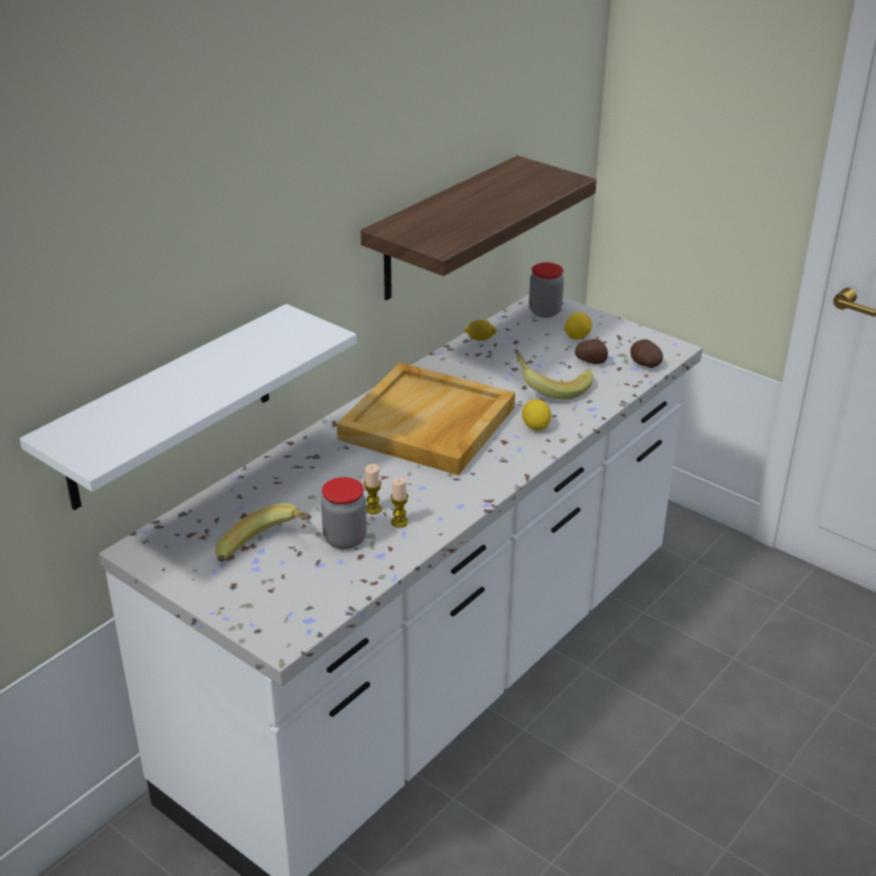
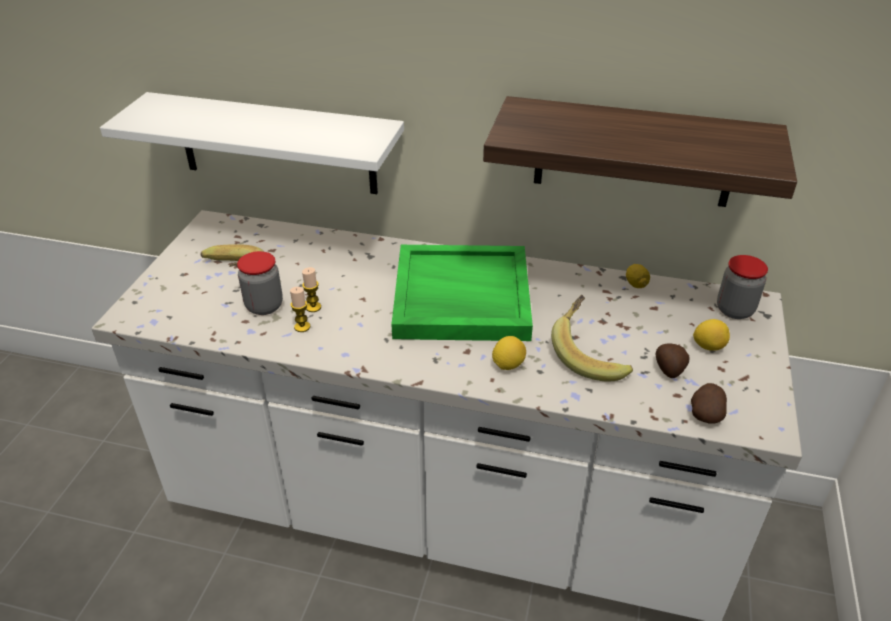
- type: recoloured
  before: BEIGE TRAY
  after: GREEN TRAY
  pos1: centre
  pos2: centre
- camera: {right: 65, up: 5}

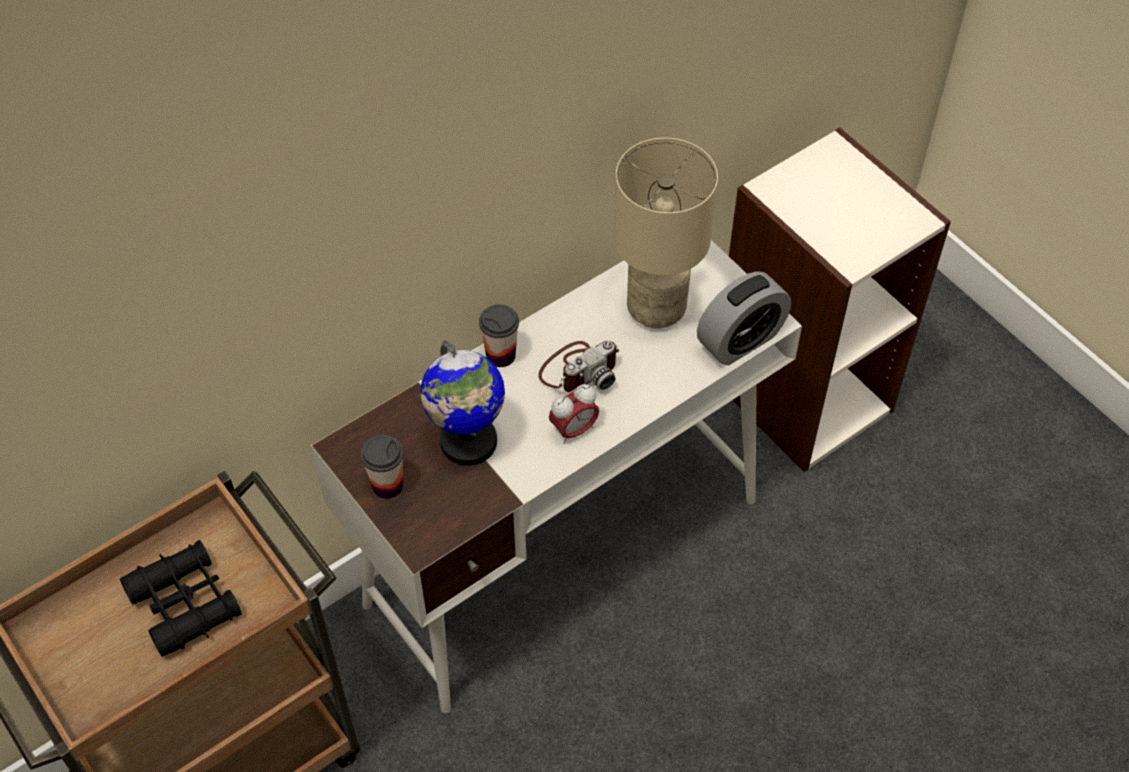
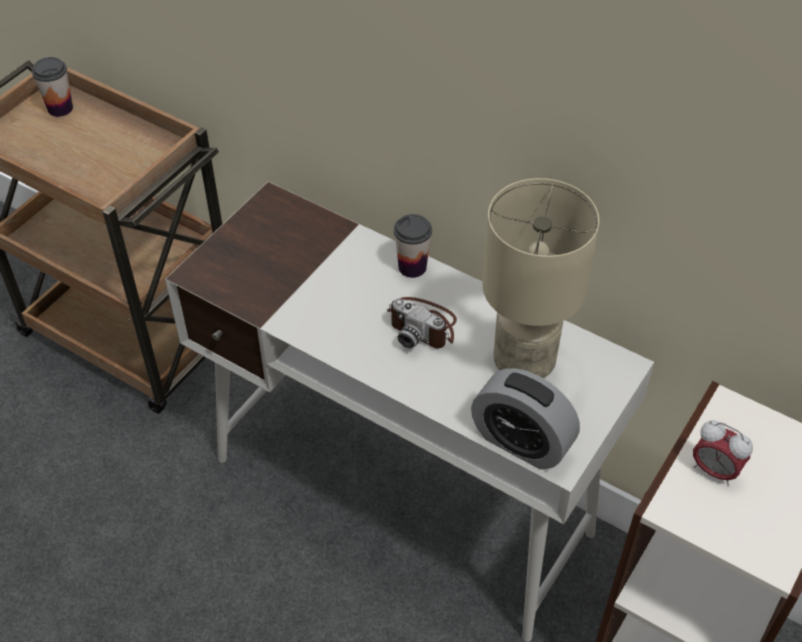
- type: removed
  before: BLACK BINOCULARS
  pos1: bottom left
- type: removed
  before: GLOBE
  pos1: centre
- type: moved
  before: CUP (1st from left)
  pos1: centre
  pos2: top left
- type: moved
  before: ALARM CLOCK (1st from left in the first image)
  after: ALARM CLOCK (2nd from left)
  pos1: centre
  pos2: bottom right
- camera: {right: 70, up: -5}

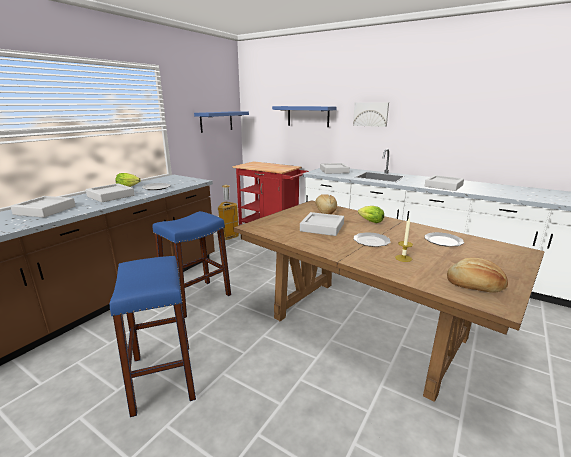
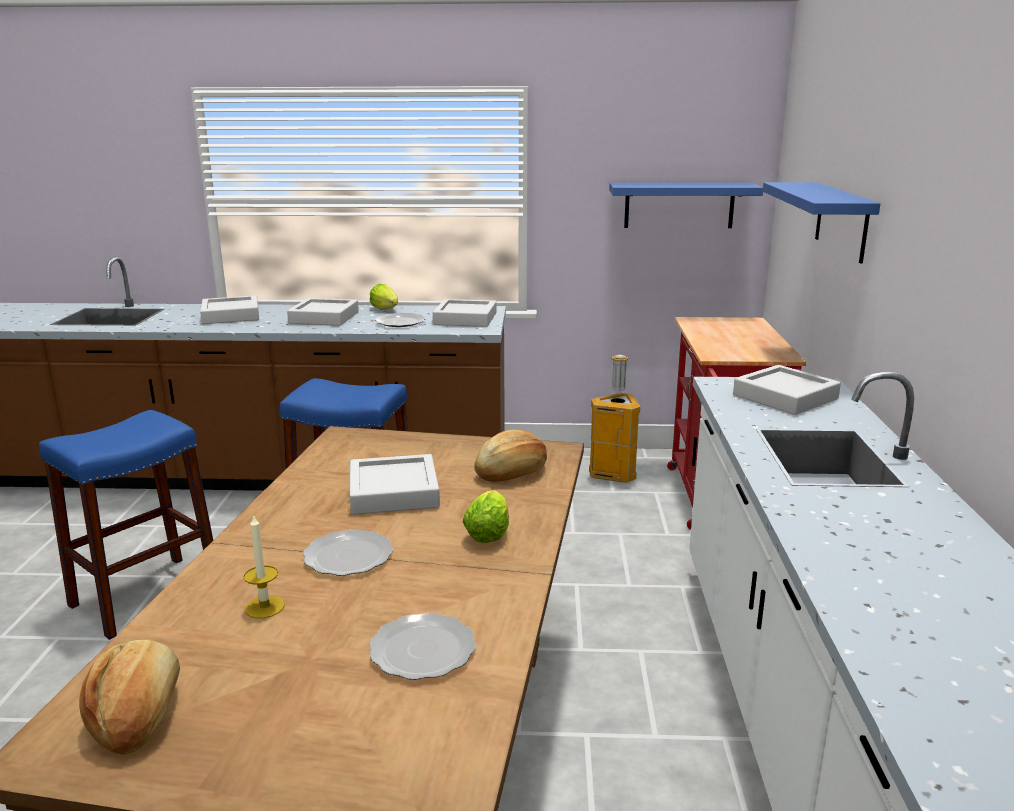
- type: removed
  before: PICTURE
  pos1: top centre
- type: moved
  before: GREY TRAY (5th from left in the first image)
  after: GREY TRAY (4th from left)
  pos1: middle right
  pos2: centre
- camera: {right: 60, up: 0}

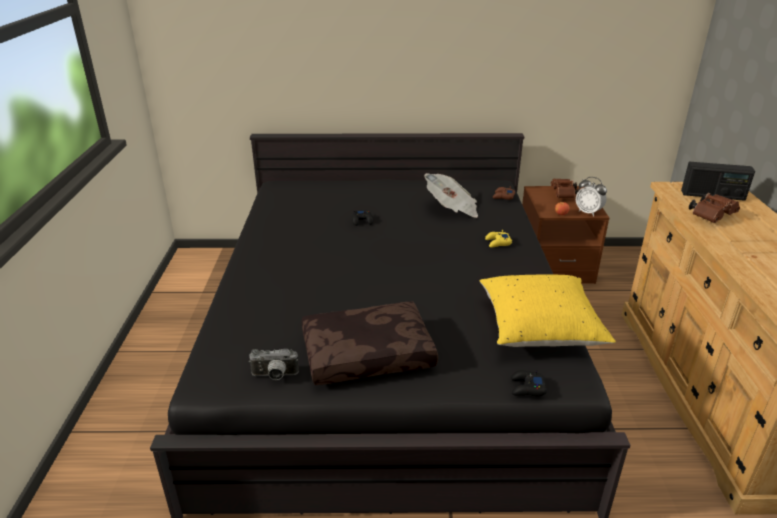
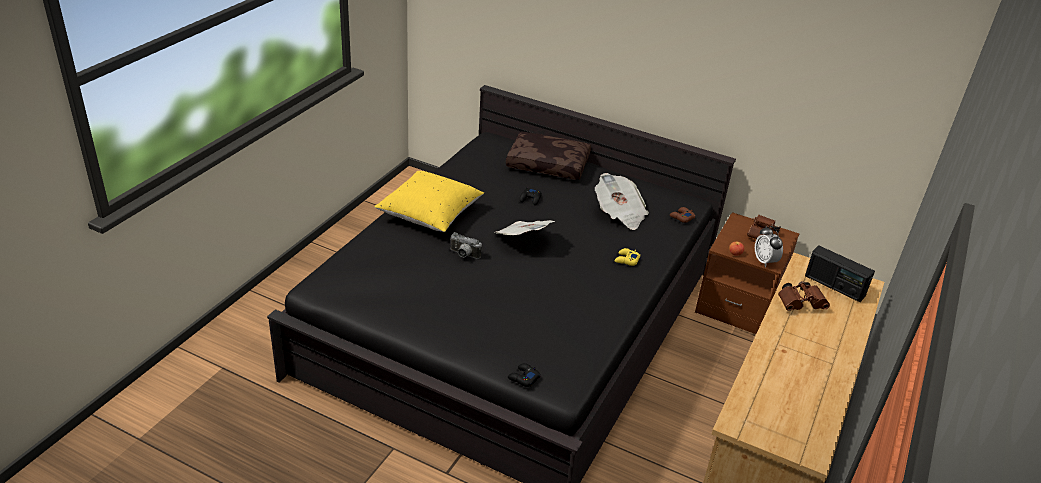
- type: added
  after: NEWSPAPER (1st from left)
  pos2: centre
- type: moved
  before: PHOTO CAMERA
  pos1: bottom centre
  pos2: centre
- type: moved
  before: BROWN PILLOW
  pos1: centre
  pos2: top centre
- type: moved
  before: YELLOW PILLOW
  pos1: middle right
  pos2: centre
- camera: {right: 25, up: 5}

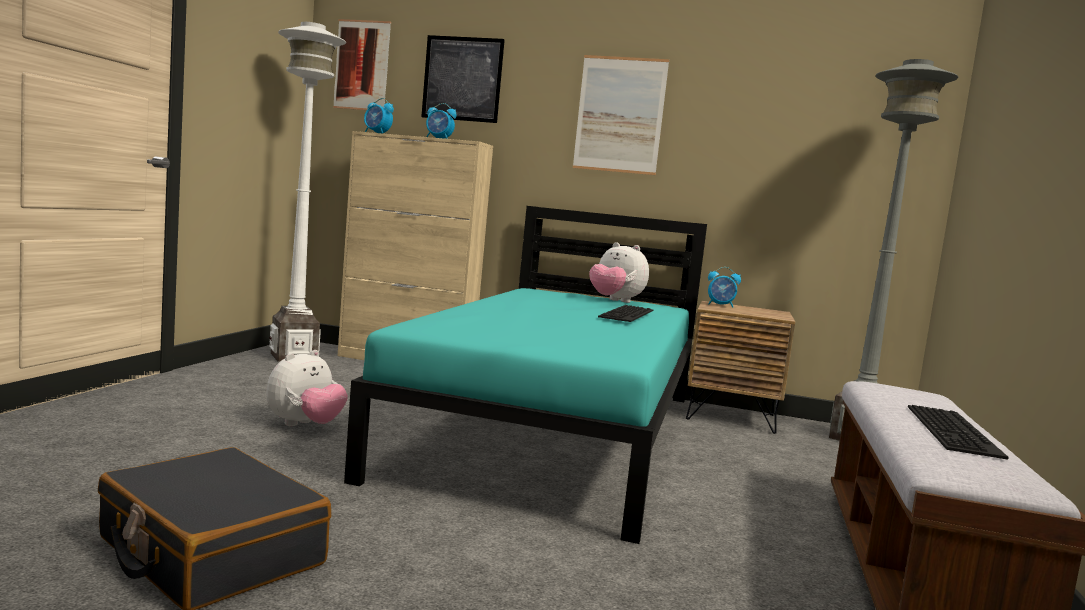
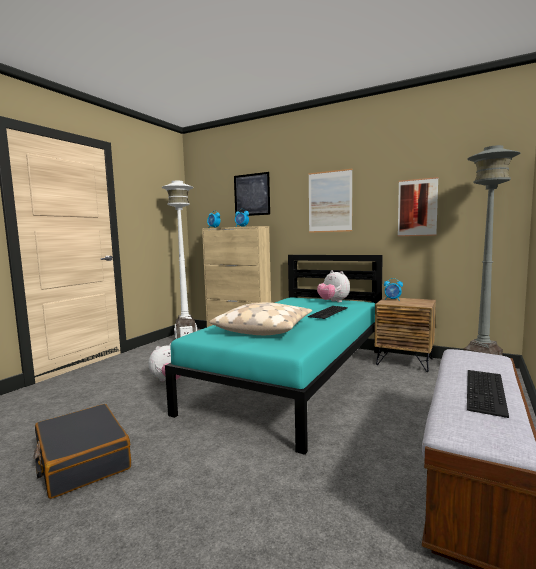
- type: added
  after: BEIGE PILLOW
  pos2: centre
- type: moved
  before: PICTURE (1st from left in the first image)
  after: PICTURE (3rd from left)
  pos1: top centre
  pos2: middle right
- camera: {right: 15, up: 0}

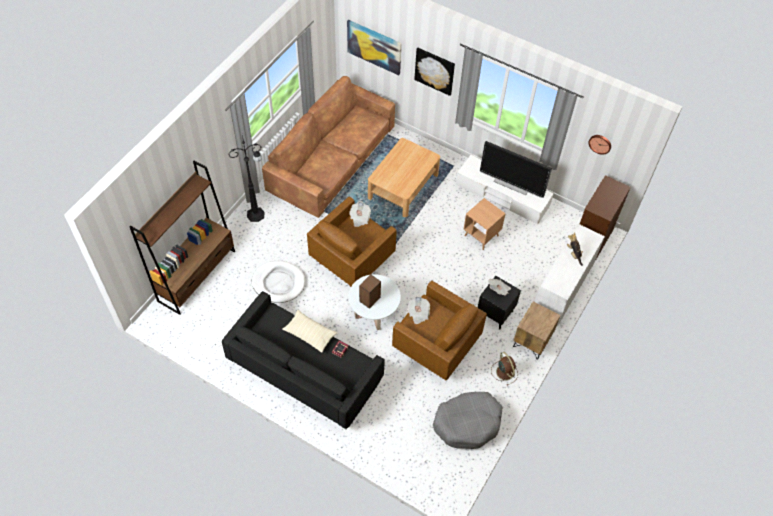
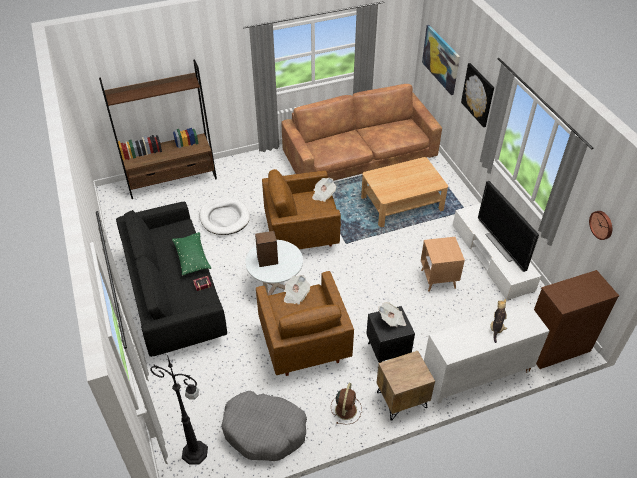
- type: moved
  before: BLACK FLOOR LAMP
  pos1: middle left
  pos2: bottom left
- type: recoloured
  before: BEIGE PILLOW
  after: GREEN PILLOW
  pos1: centre
  pos2: middle left
- camera: {right: 40, up: -10}

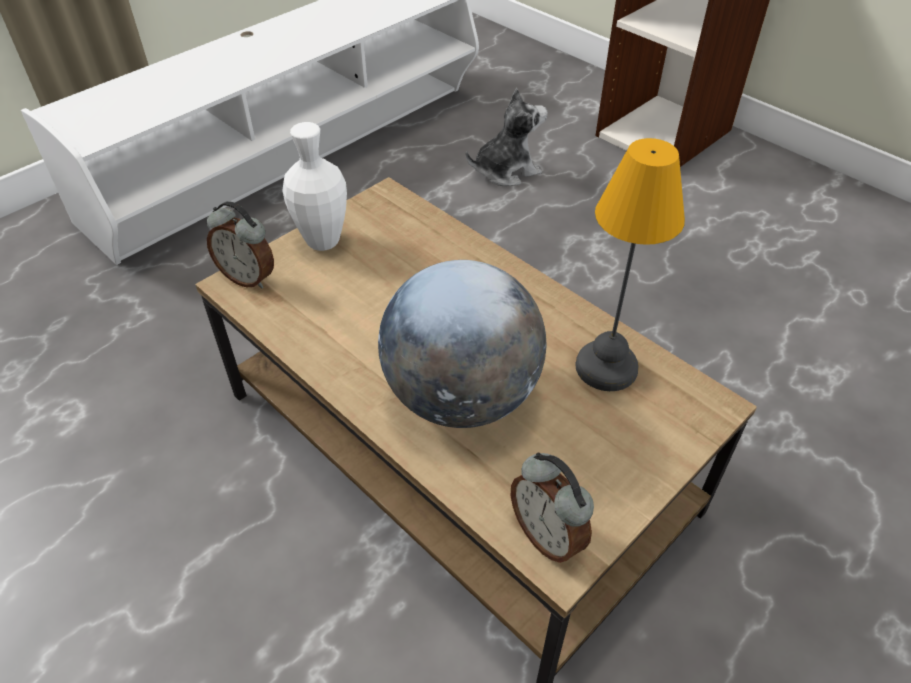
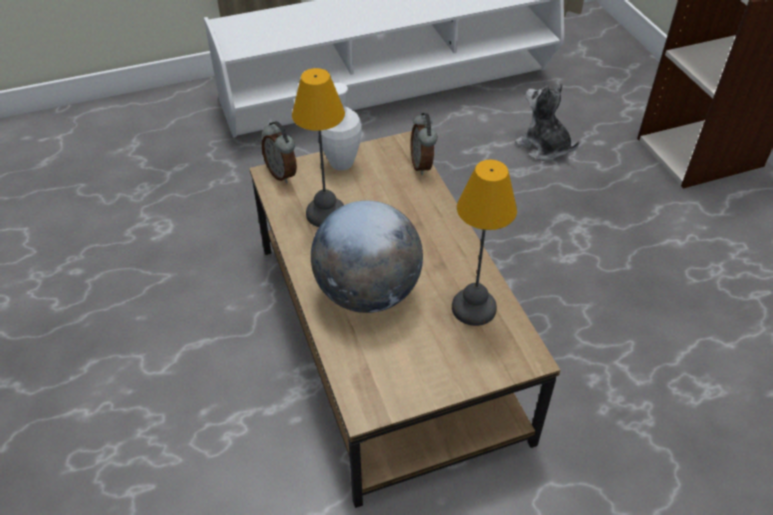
- type: added
  after: TABLE LAMP (1st from left)
  pos2: top centre
- type: moved
  before: ALARM CLOCK (2nd from left)
  pos1: bottom centre
  pos2: top centre
- type: turned
  before: PLUSH TOY
  pos1: top centre
  pos2: top right
  turn: -135
- camera: {right: 25, up: 0}

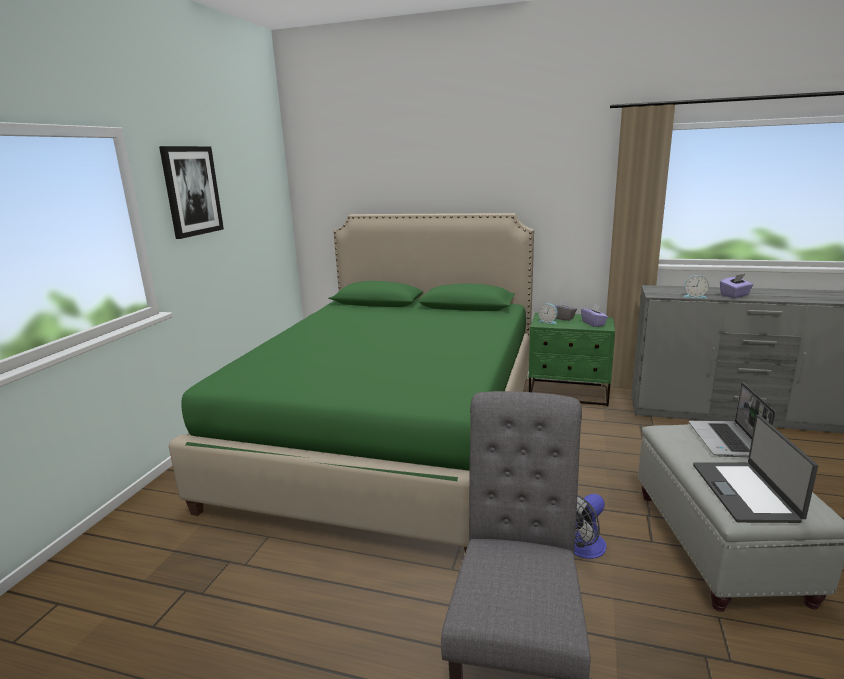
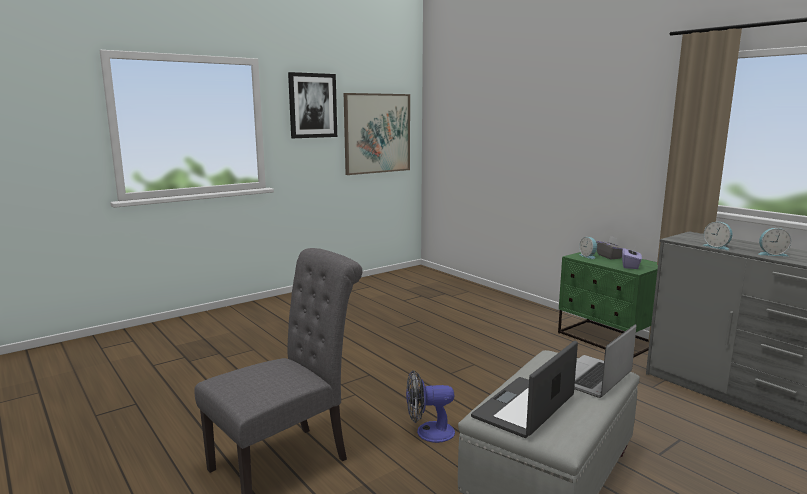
- type: removed
  before: GREEN BED
  pos1: centre
- type: added
  after: PICTURE (2nd from left)
  pos2: top centre
- type: replaced
  before: PURPLE TISSUE BOX (2nd from left)
  after: ALARM CLOCK (3rd from left)
  pos1: middle right
  pos2: middle right
- camera: {right: 35, up: -5}

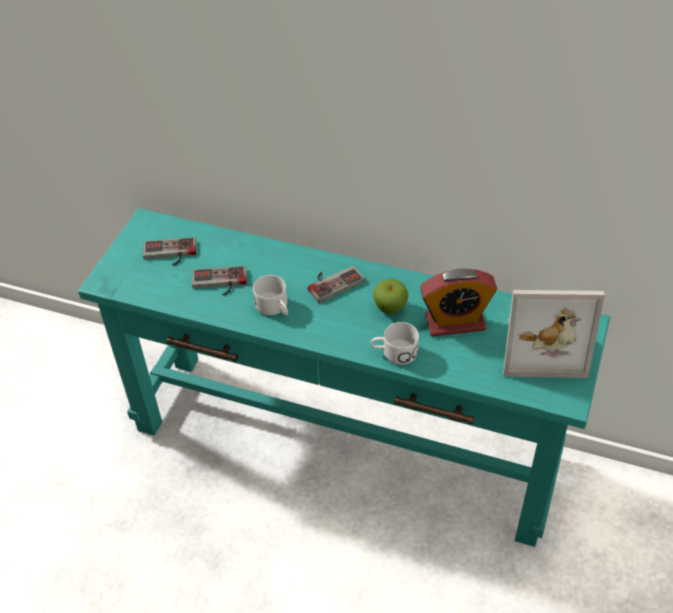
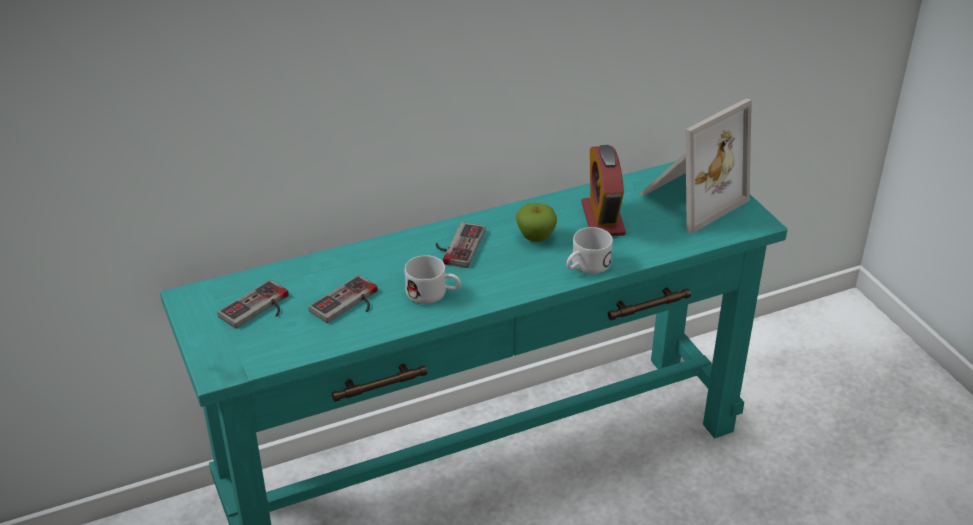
- type: turned
  before: ALARM CLOCK
  pos1: middle right
  pos2: centre
  turn: 135
- camera: {right: -45, up: -10}

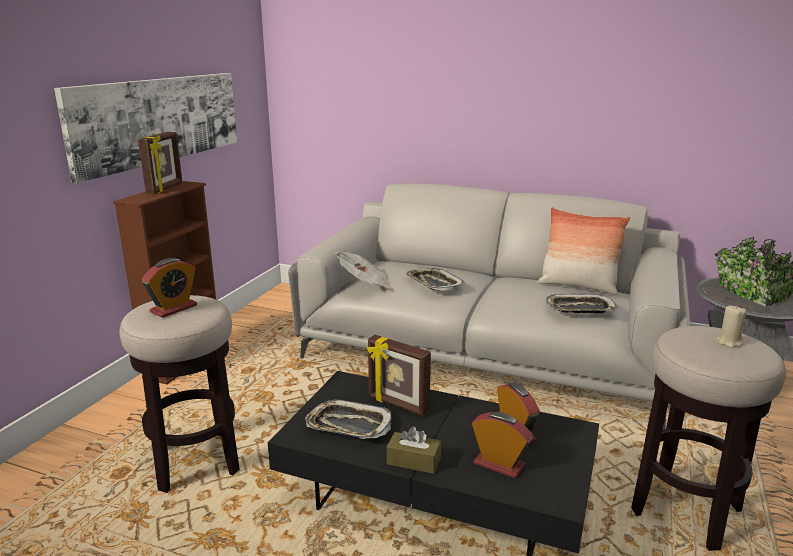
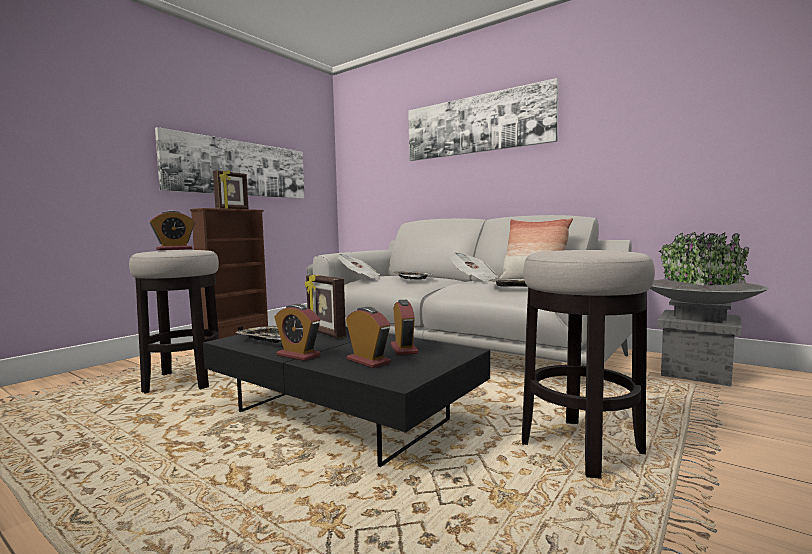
- type: removed
  before: BEIGE CANDLE
  pos1: middle right
- type: added
  after: PICTURE (2nd from left)
  pos2: top centre
- type: added
  after: NEWSPAPER (2nd from left)
  pos2: centre
- type: replaced
  before: BROWN TISSUE BOX
  after: ALARM CLOCK (2nd from left)
  pos1: bottom centre
  pos2: centre
- camera: {right: 15, up: -15}

